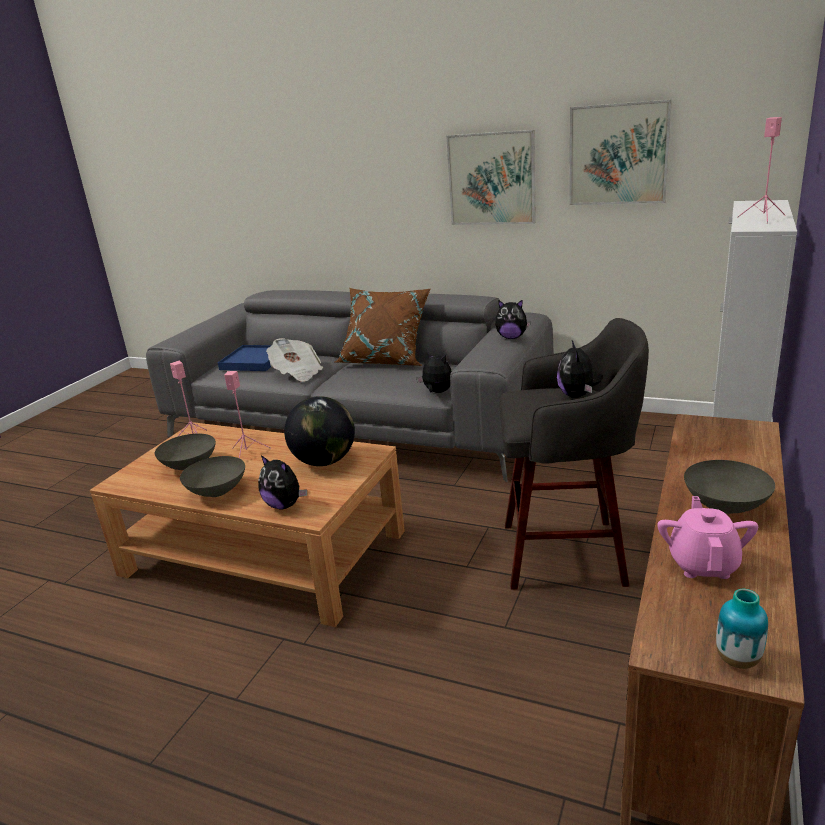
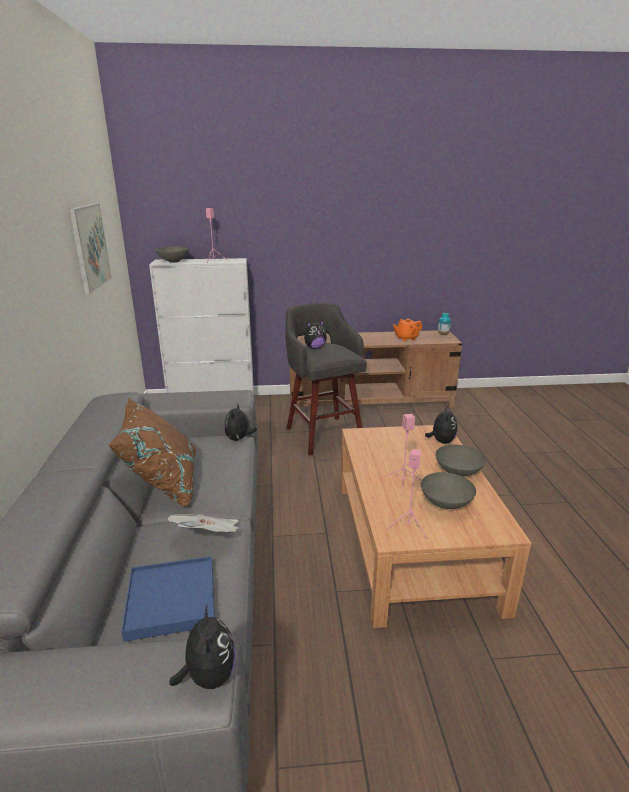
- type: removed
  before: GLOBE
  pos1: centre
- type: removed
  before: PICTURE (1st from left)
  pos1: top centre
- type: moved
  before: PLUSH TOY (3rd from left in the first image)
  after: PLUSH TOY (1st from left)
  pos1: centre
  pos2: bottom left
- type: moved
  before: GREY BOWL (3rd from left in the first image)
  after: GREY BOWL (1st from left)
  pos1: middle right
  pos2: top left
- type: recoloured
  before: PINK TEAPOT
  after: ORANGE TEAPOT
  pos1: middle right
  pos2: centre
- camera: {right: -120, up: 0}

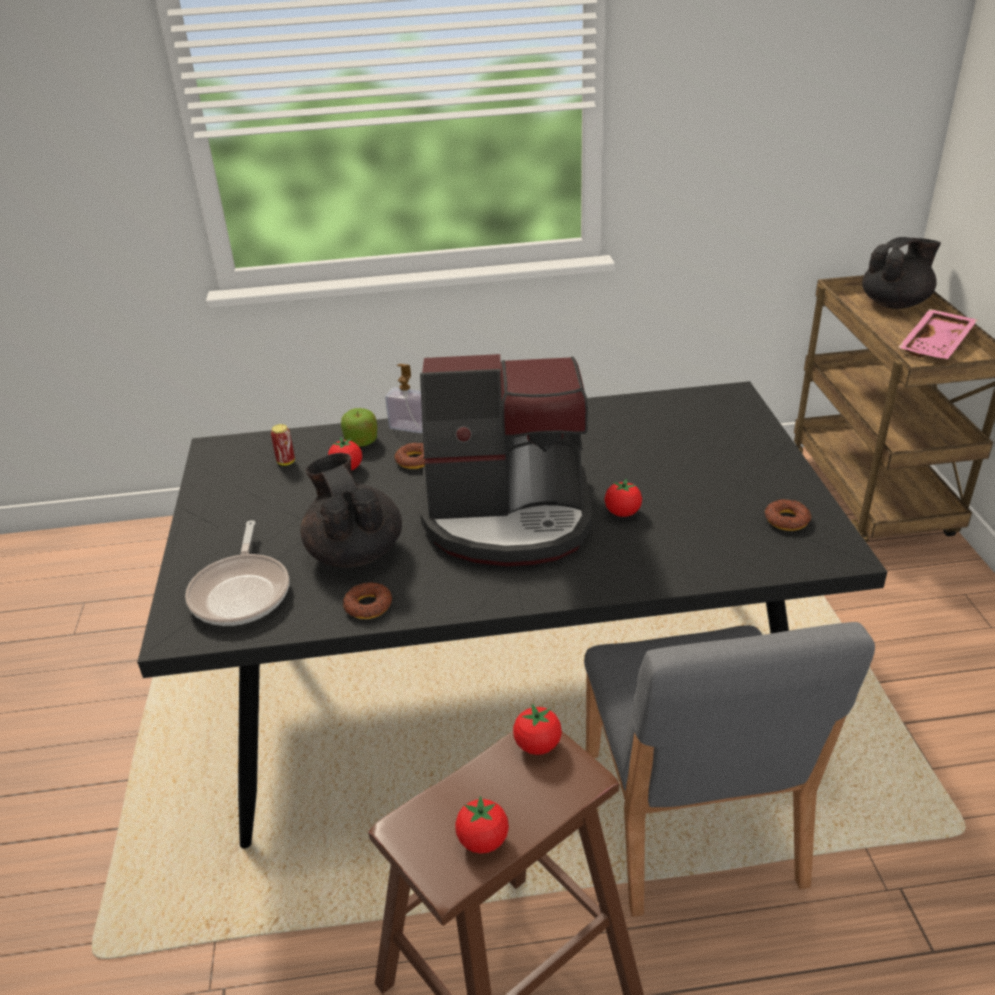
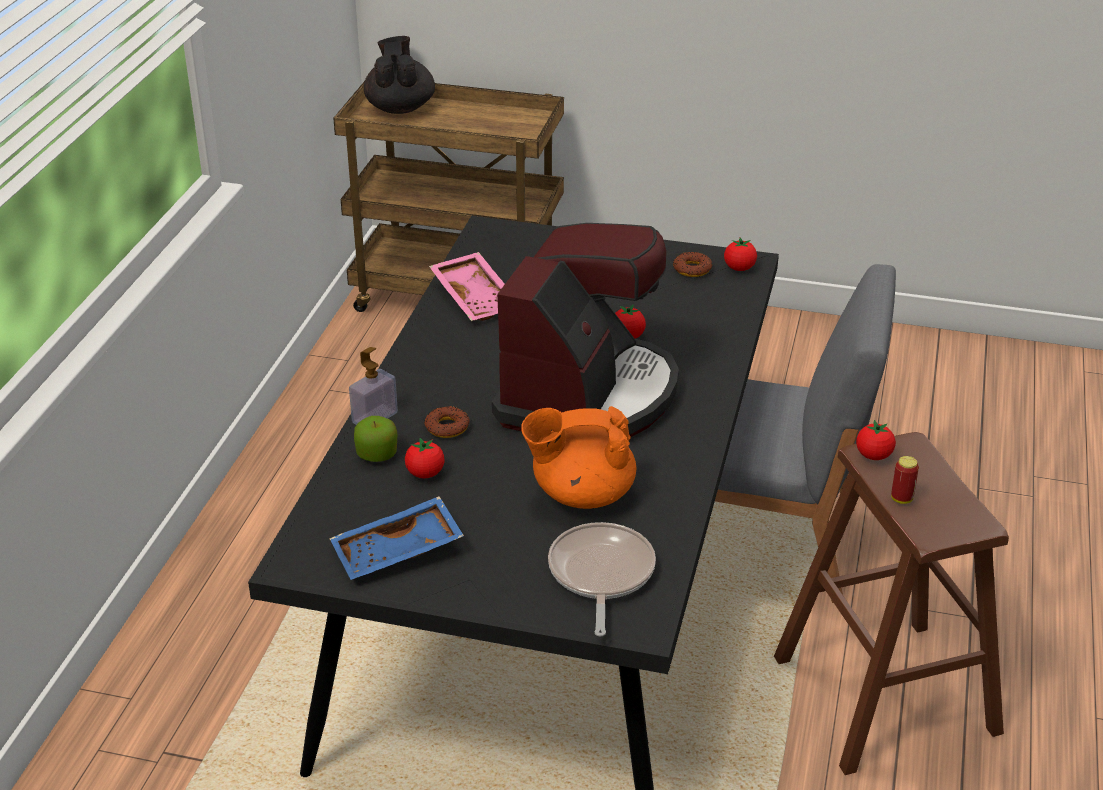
- type: removed
  before: DONUT (1st from left)
  pos1: centre
- type: added
  after: BLUE TRAY
  pos2: bottom centre
- type: moved
  before: CAN
  pos1: middle left
  pos2: middle right
- type: moved
  before: TOMATO (2nd from left in the first image)
  after: TOMATO (3rd from left)
  pos1: bottom centre
  pos2: top right
- type: moved
  before: PINK TRAY
  pos1: middle right
  pos2: centre
- type: recoloured
  before: BLACK TEAPOT (1st from left)
  after: ORANGE TEAPOT
  pos1: centre
  pos2: centre
- type: turned
  before: FRYING PAN
  pos1: middle left
  pos2: bottom centre
  turn: -105
- camera: {right: -70, up: 0}

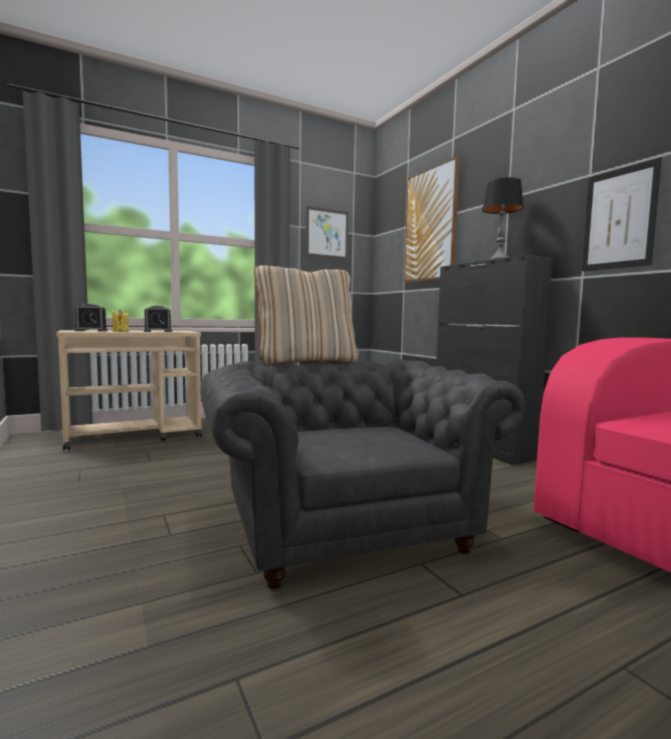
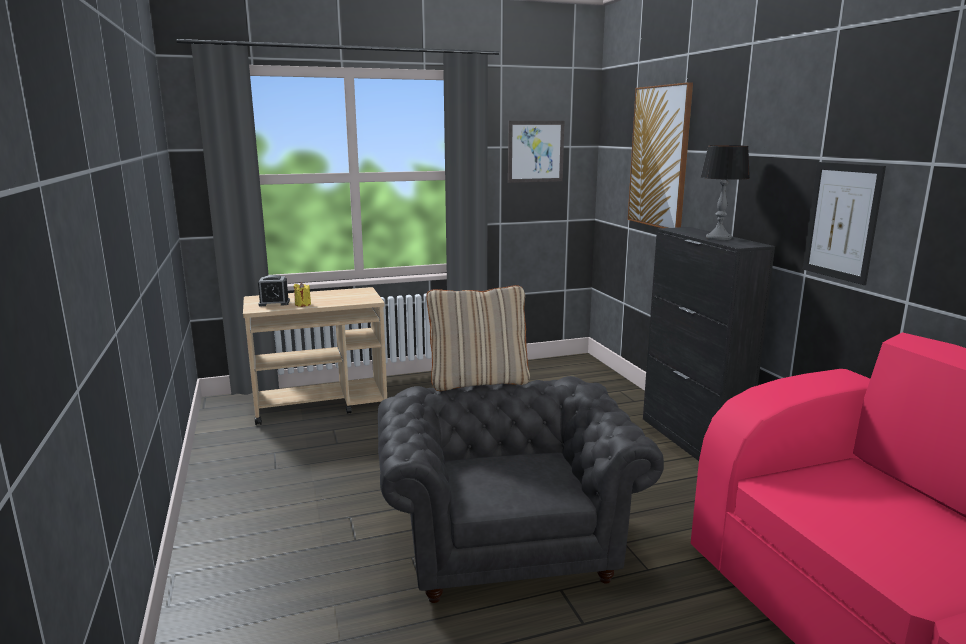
- type: removed
  before: ALARM CLOCK (2nd from left)
  pos1: middle left
- camera: {right: 10, up: 10}

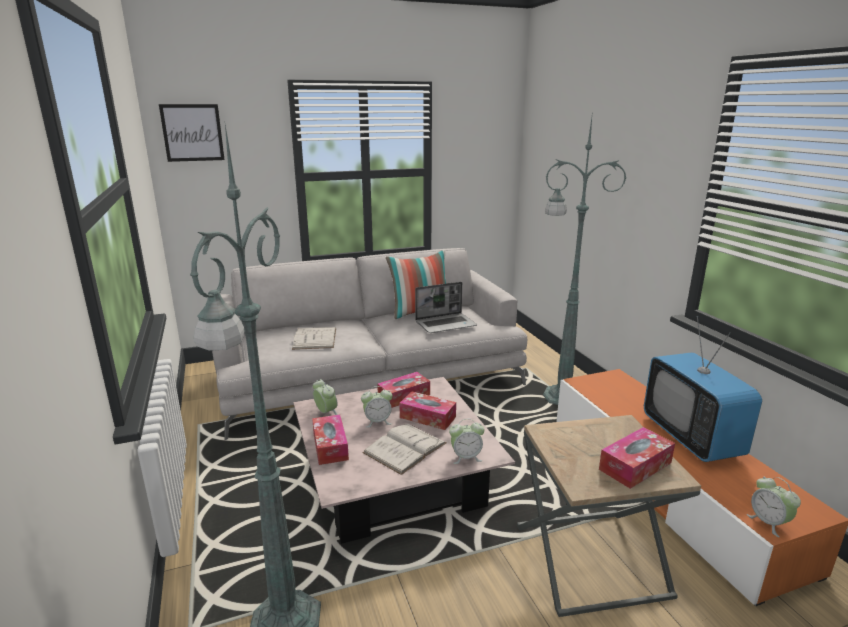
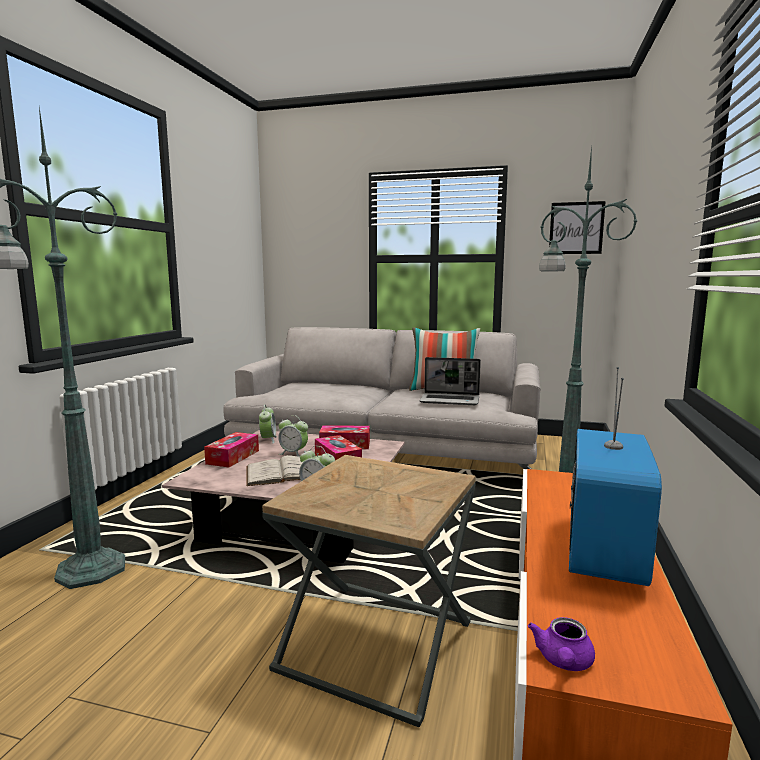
- type: removed
  before: WHITE BOOK (1st from left)
  pos1: centre
- type: removed
  before: TISSUE BOX (4th from left)
  pos1: bottom right
- type: moved
  before: PICTURE
  pos1: top left
  pos2: top right
- type: replaced
  before: ALARM CLOCK (4th from left)
  after: PURPLE TEAPOT
  pos1: bottom right
  pos2: bottom right
- camera: {right: 35, up: -10}

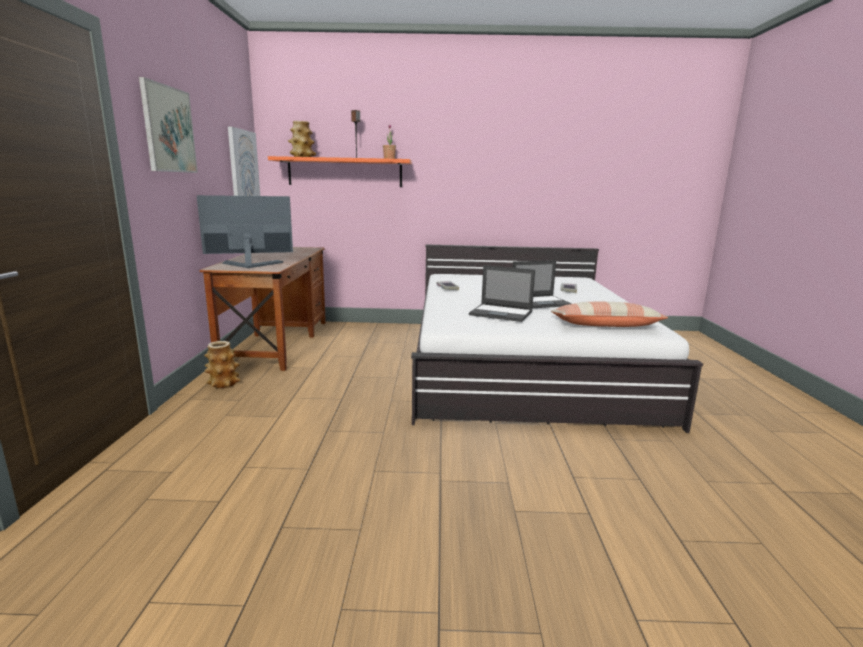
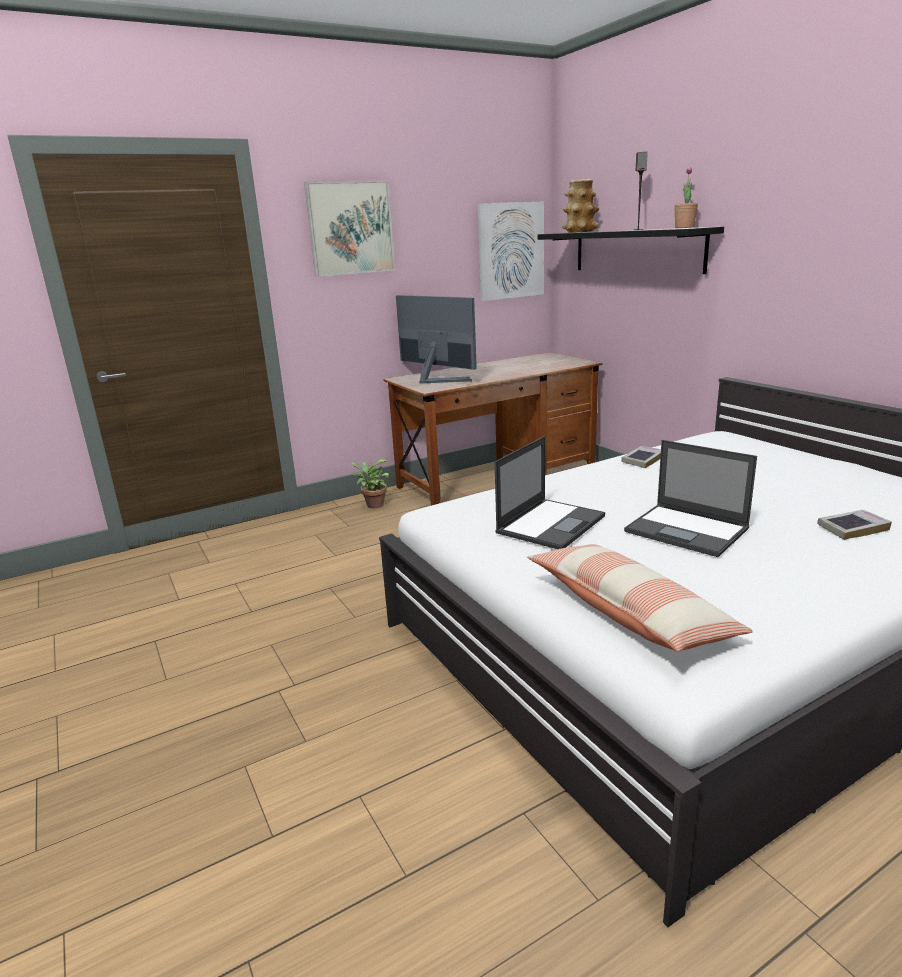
- type: replaced
  before: VASE (1st from left)
  after: POTTED PLANT (1st from left)
  pos1: middle left
  pos2: centre
- type: recoloured
  before: ORANGE SHELF
  after: BLACK SHELF
  pos1: top centre
  pos2: top right
- type: turned
  before: LAPTOP (1st from left)
  pos1: centre
  pos2: centre
  turn: -135
- camera: {right: 60, up: 5}

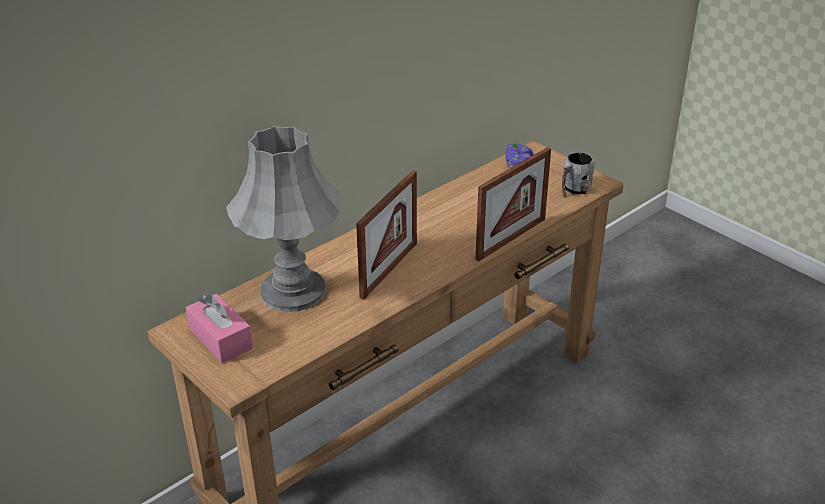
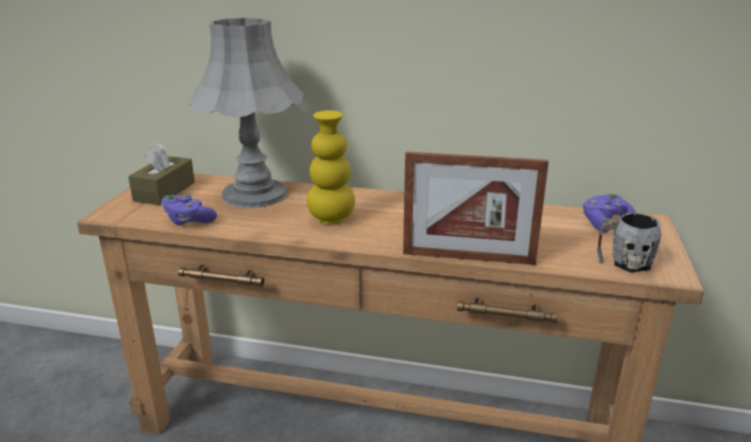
- type: added
  after: PURPLE GAME CONTROLLER (1st from left)
  pos2: middle left
- type: replaced
  before: PICTURE FRAME (1st from left)
  after: YELLOW VASE
  pos1: centre
  pos2: centre
- type: recoloured
  before: PINK TISSUE BOX
  after: BROWN TISSUE BOX
  pos1: middle left
  pos2: middle left
- camera: {right: 55, up: -10}

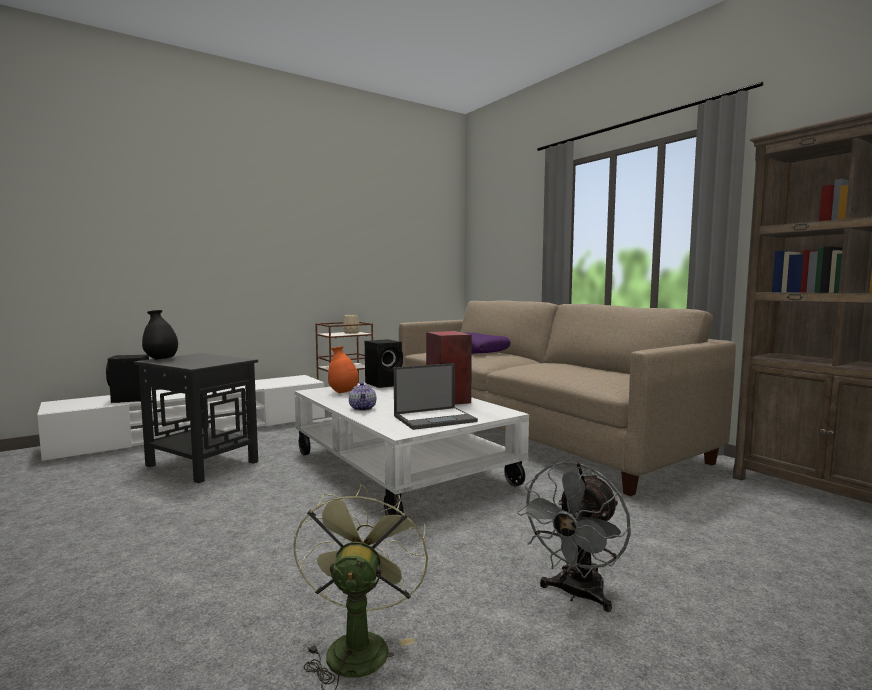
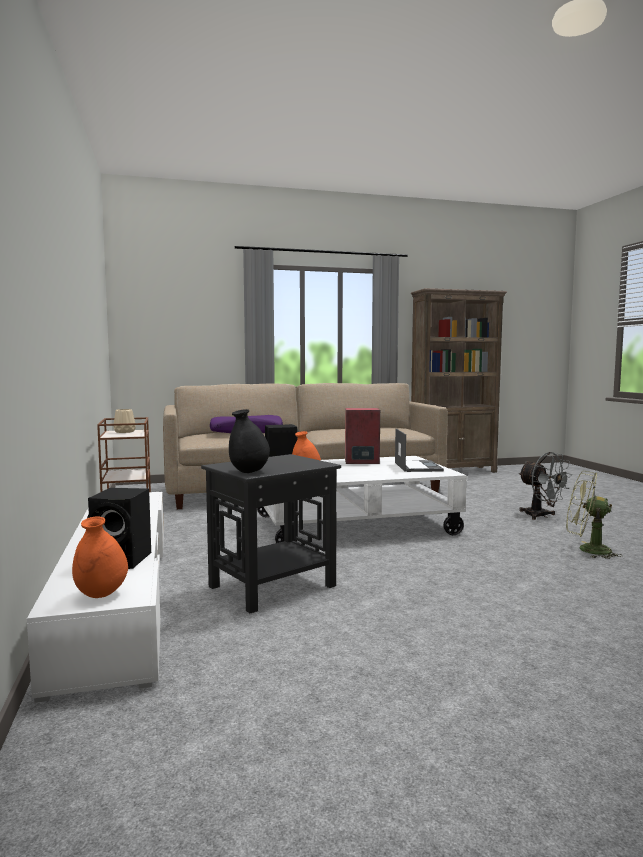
- type: removed
  before: TEAPOT
  pos1: centre
- type: added
  after: ORANGE VASE (1st from left)
  pos2: middle left
- camera: {right: -70, up: 0}

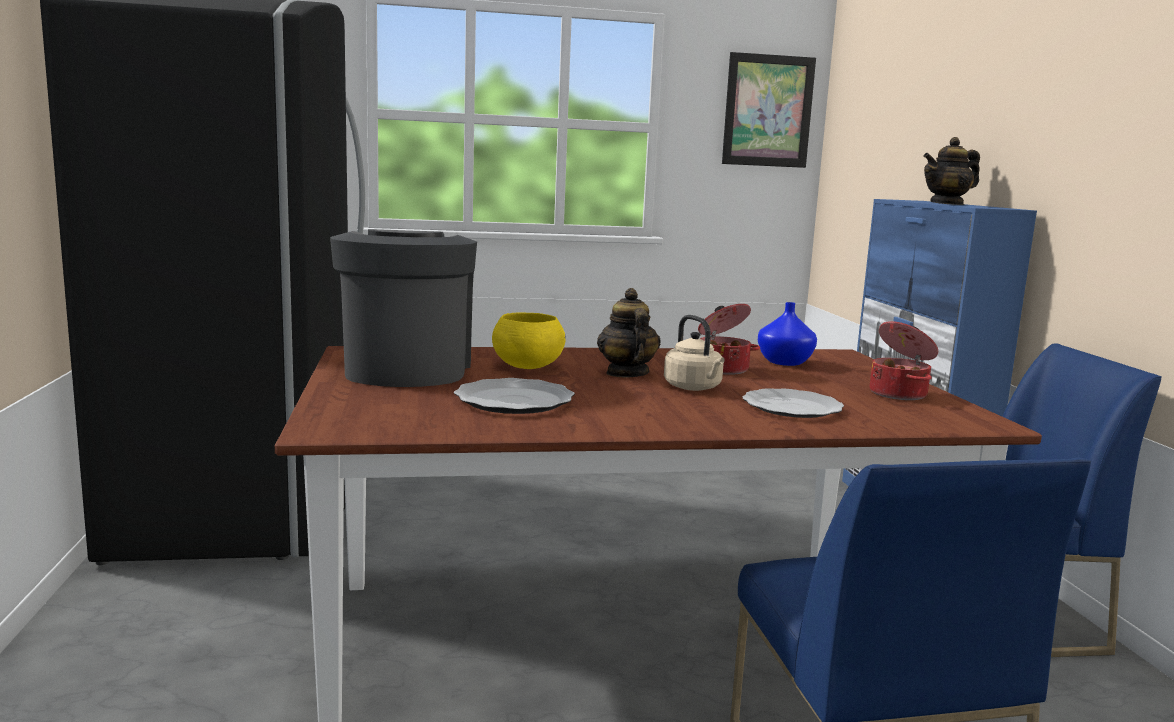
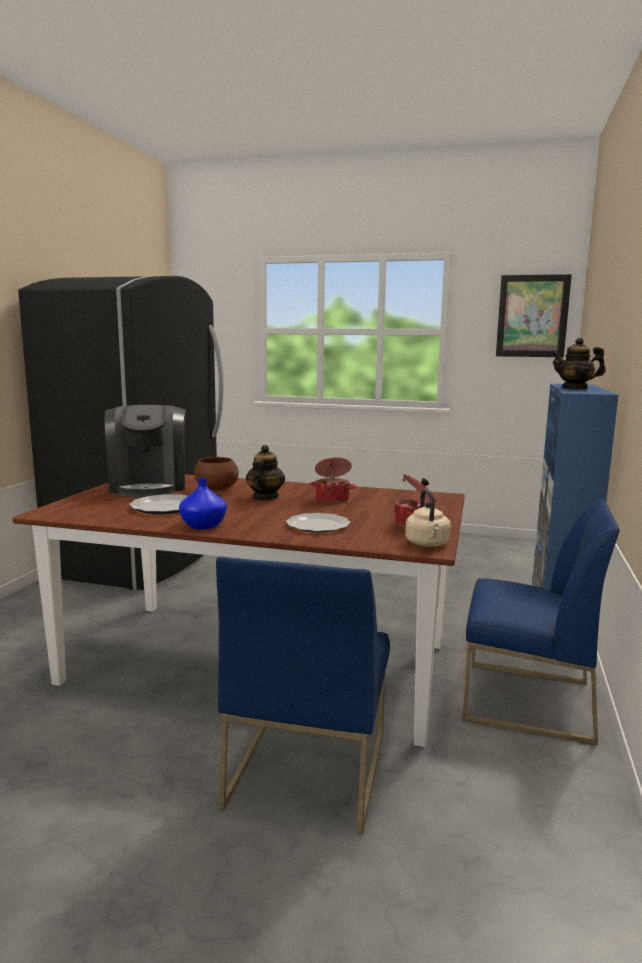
- type: moved
  before: BEIGE KETTLE
  pos1: centre
  pos2: middle right
- type: moved
  before: BLUE VASE
  pos1: middle right
  pos2: middle left
- type: recoloured
  before: YELLOW BOWL
  after: BROWN BOWL
  pos1: centre
  pos2: centre
- type: turned
  before: COFFEE MACHINE
  pos1: centre
  pos2: middle left
  turn: 150
- camera: {right: 25, up: 0}

